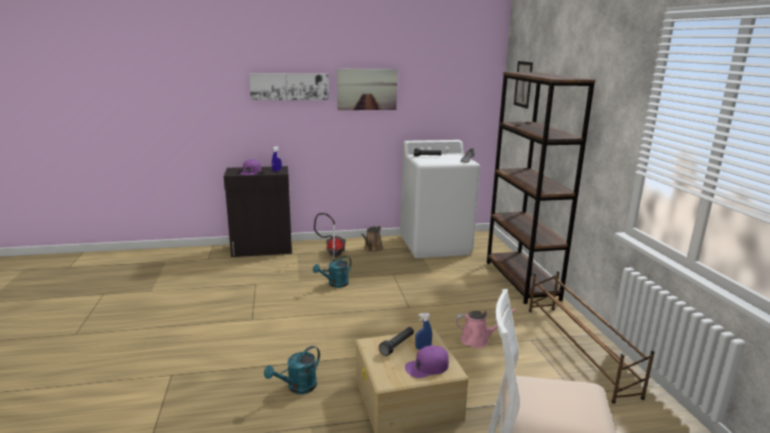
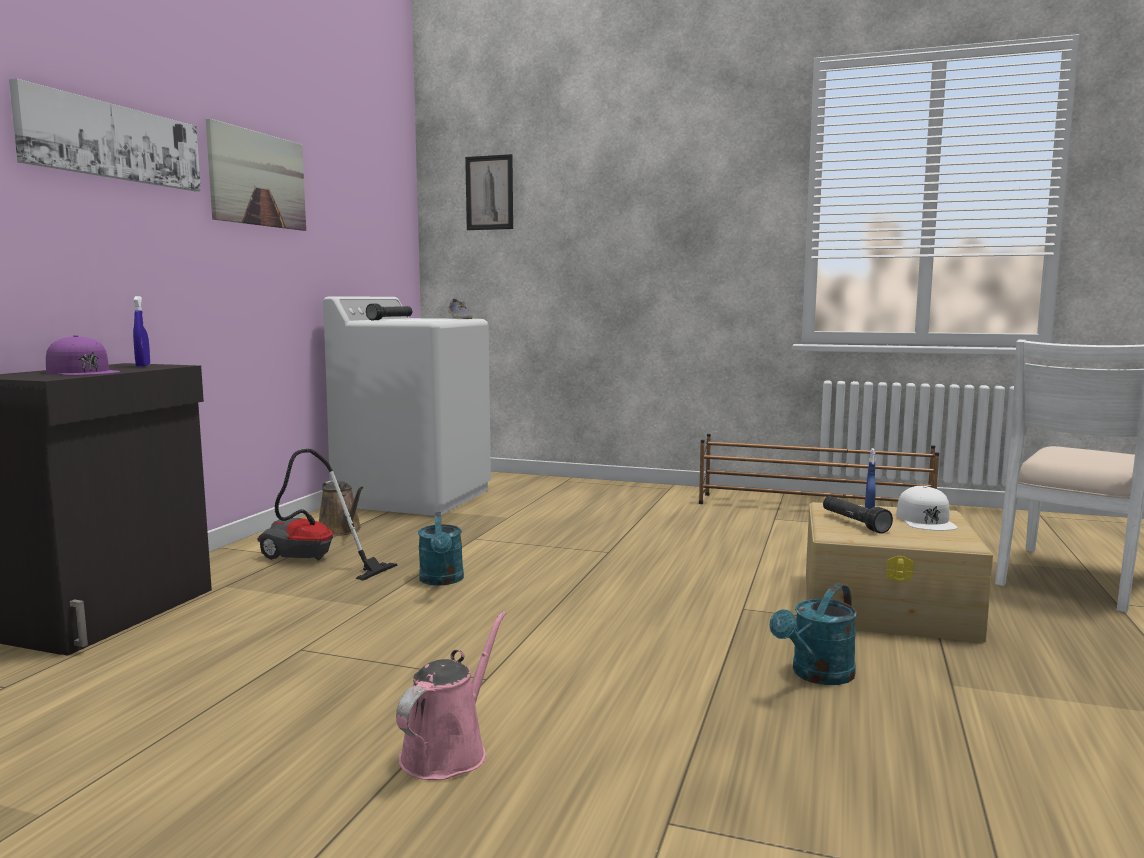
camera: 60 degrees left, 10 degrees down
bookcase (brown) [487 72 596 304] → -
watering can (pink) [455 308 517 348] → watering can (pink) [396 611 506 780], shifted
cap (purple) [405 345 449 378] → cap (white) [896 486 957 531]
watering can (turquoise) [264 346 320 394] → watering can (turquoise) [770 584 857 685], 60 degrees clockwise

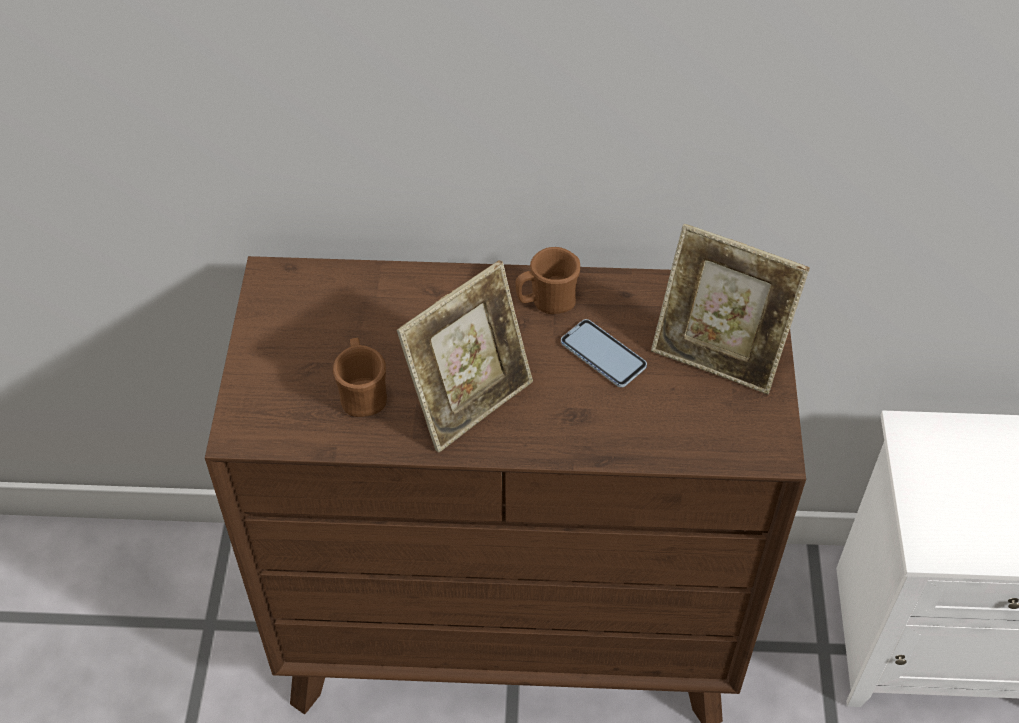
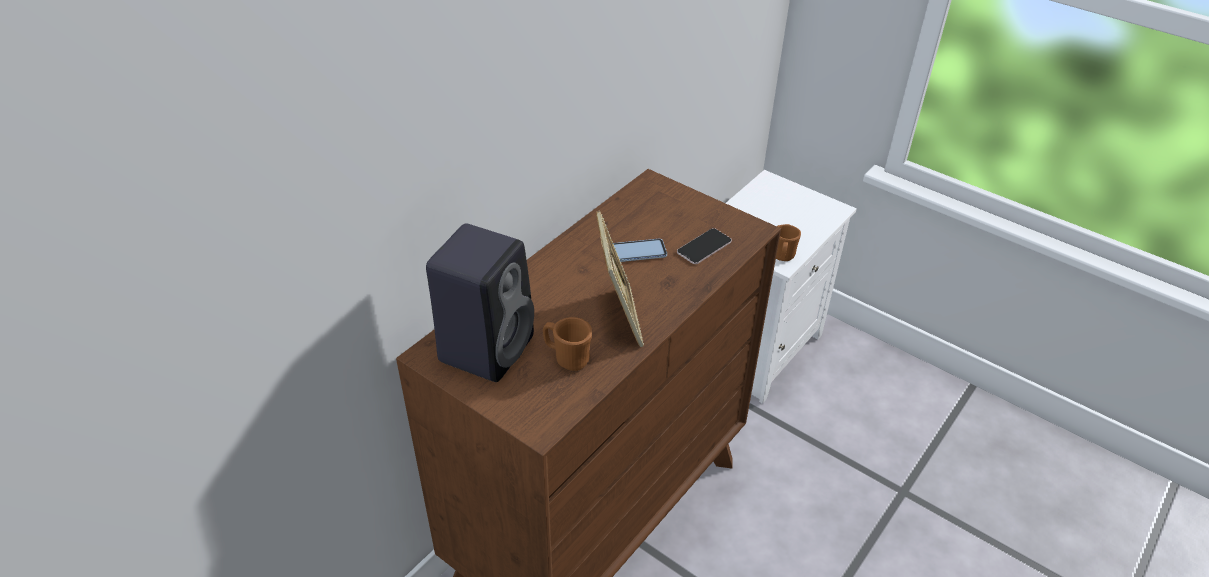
camera: 55 degrees left, 10 degrees down
picture frame [651 224 810 394] → -
- → speaker (black) [426 224 534 382]
- → phone [677 228 732 264]
mug (brown) [515 247 580 314] → mug (brown) [776 224 801 261], shifted

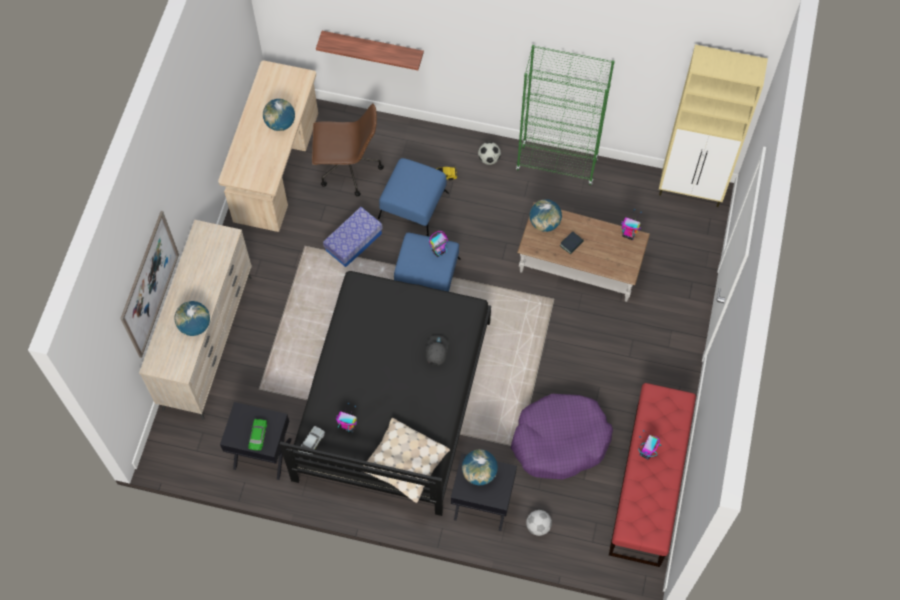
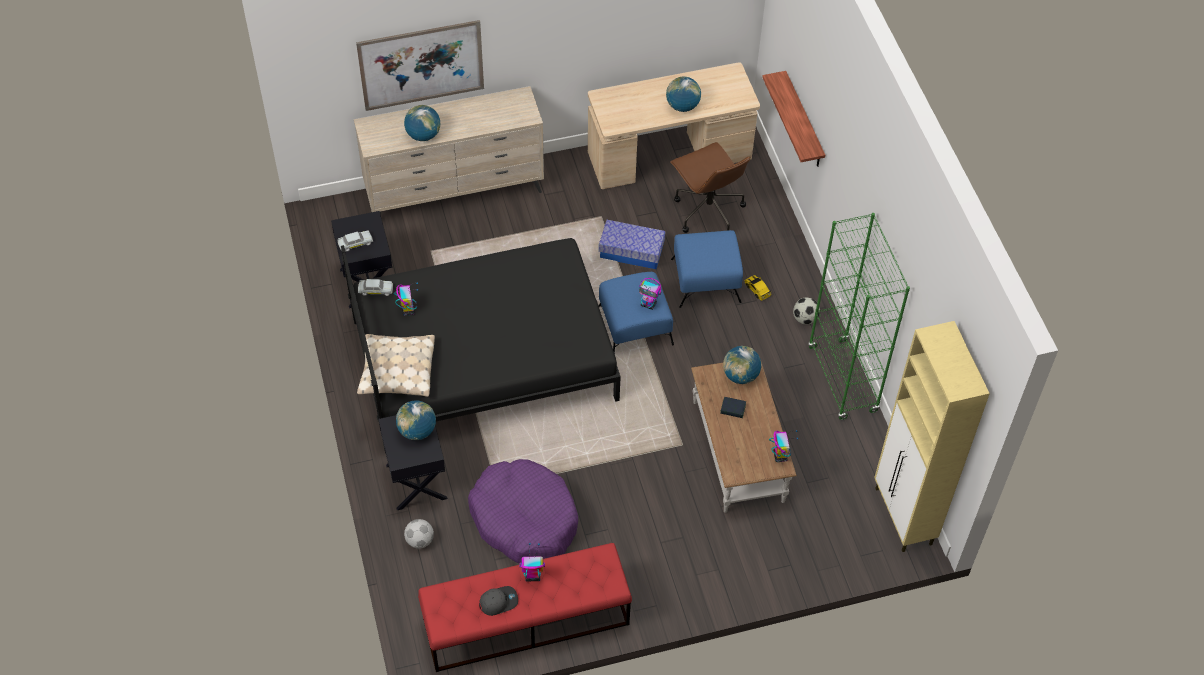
camera: 60 degrees right, 10 degrees down
cap (grey) [426 335 448 366] → cap (grey) [479 586 518 616], shifted
toy car (green) [248 419 267 451] → toy car (white) [338 230 373 252]

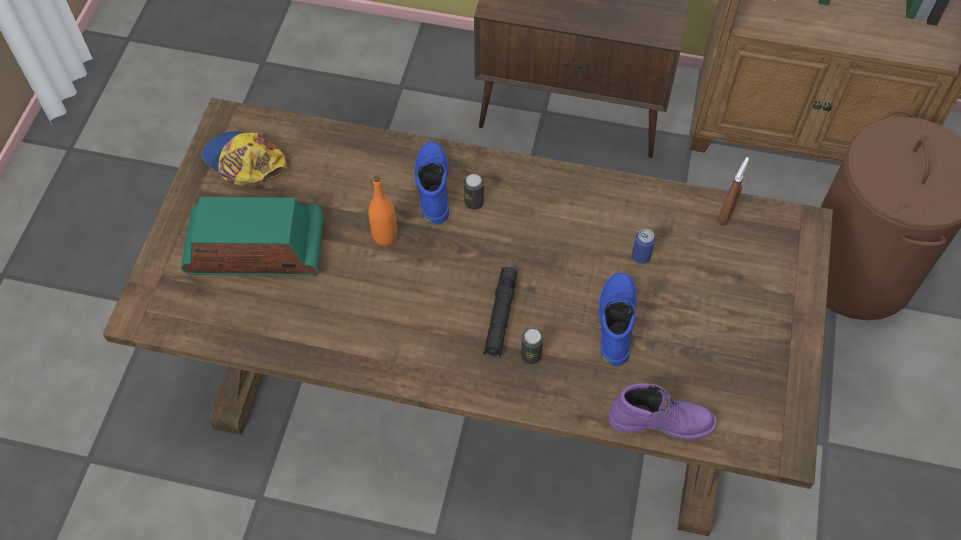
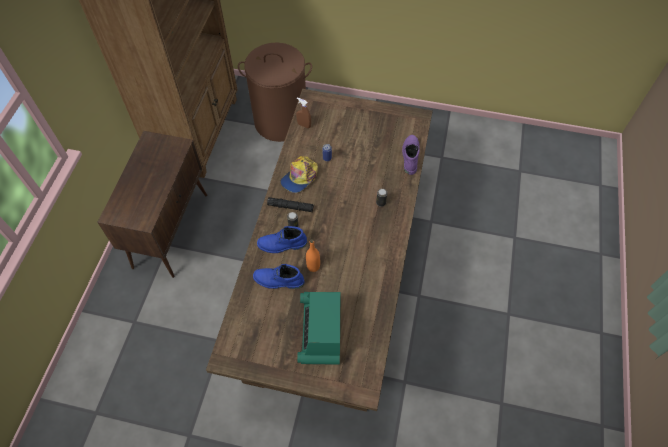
camera: 90 degrees left, 0 degrees up
cap [202 131 287 185] → cap [280 156 318 193], shifted
flashlight (black) [484 267 518 357] → flashlight (black) [267 197 314 212], shifted
boot (blue) [599 273 637 366] → boot (blue) [253 264 304 289], shifted

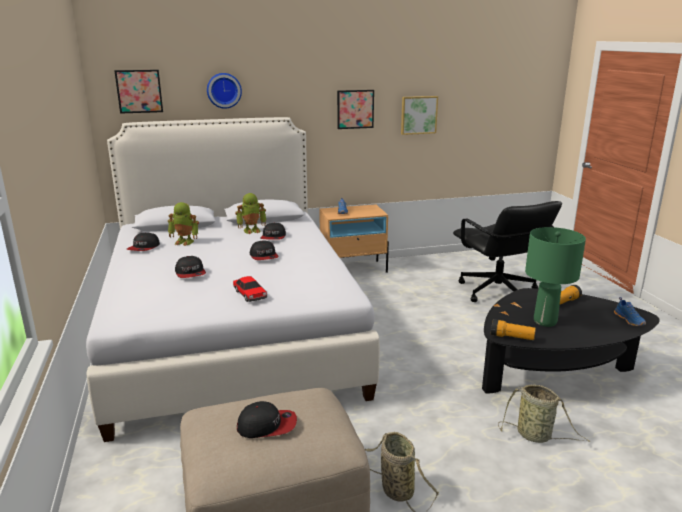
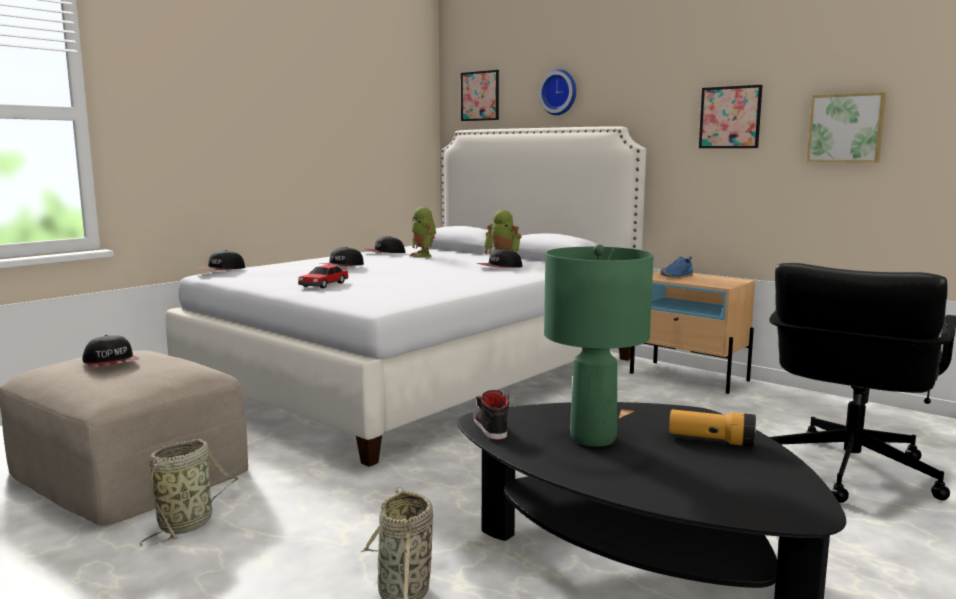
camera: 55 degrees right, 10 degrees down
shoe (blue) [614 297 646 326] → -
cap [250 241 279 260] → cap [197 250 245 270], shifted
flashlight [491 319 536 340] → shoe (black) [474 390 509 440]

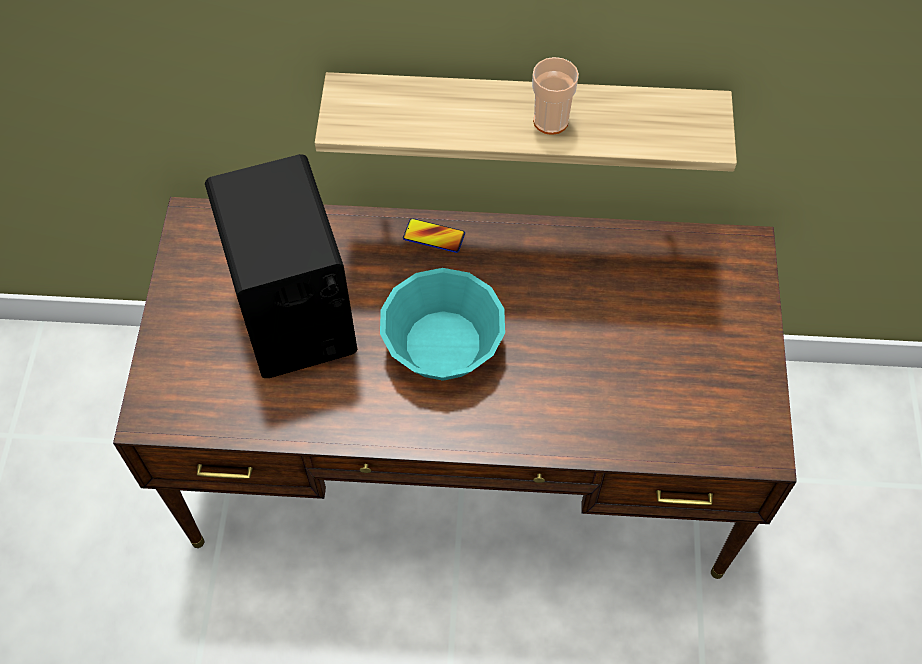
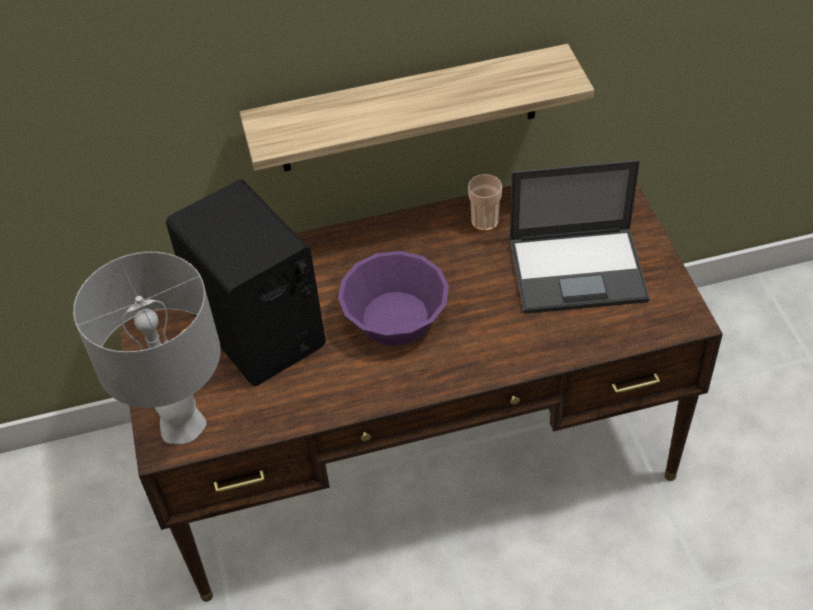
camera: 15 degrees left, 10 degrees down
phone [403 218 465 253] → -
- → table lamp (grey) [73 252 221 444]
- → laptop [509 160 650 314]
cup [532 57 579 135] → cup [468 174 502 232], shifted
bowl (turquoise) [380 268 505 381] → bowl (purple) [338 251 449 346]

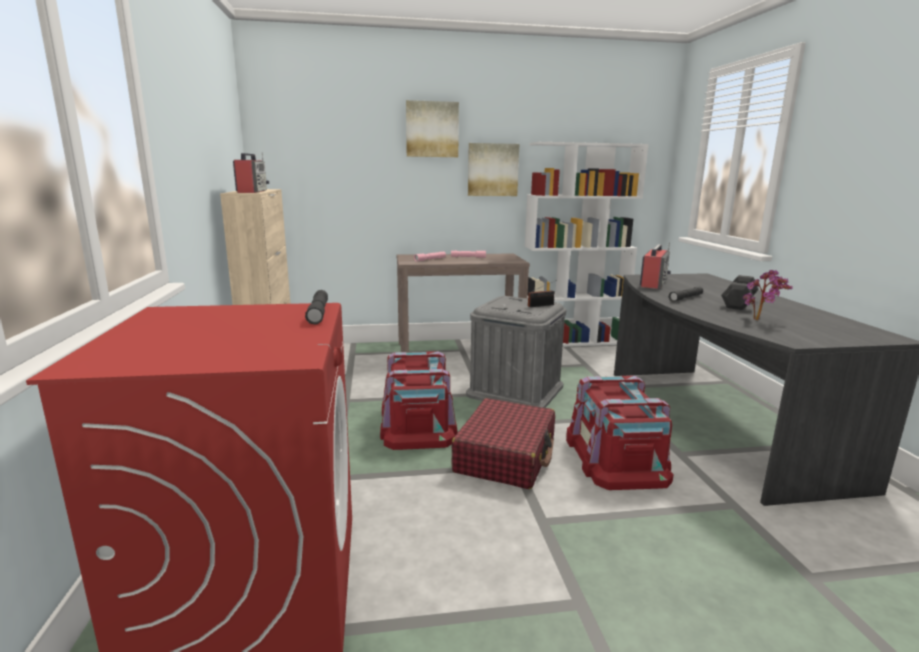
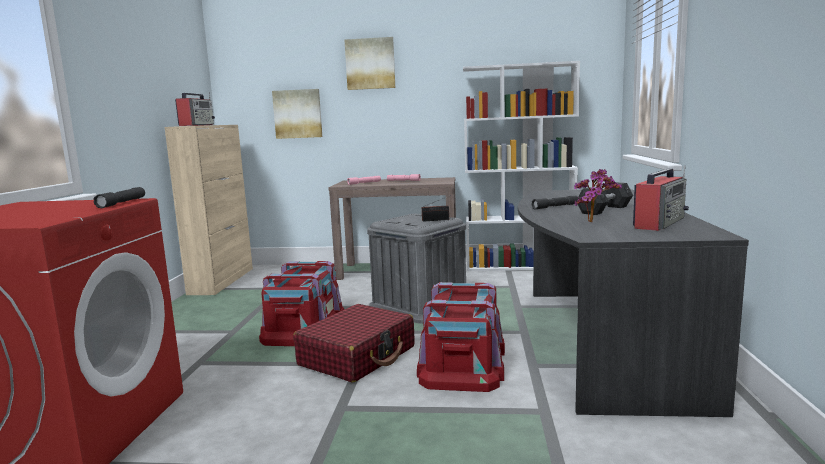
camera: 15 degrees right, 5 degrees down
picture [468 143 519 196] → picture [272 89 322 139], shifted
radio [640 242 671 289] → radio [633 165 689 231], shifted

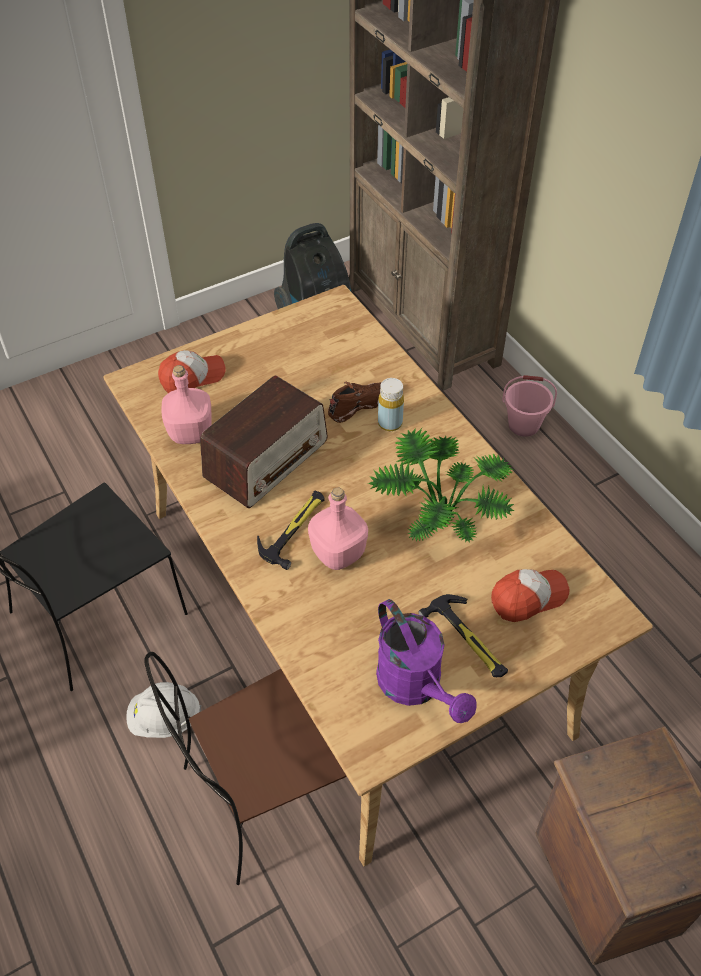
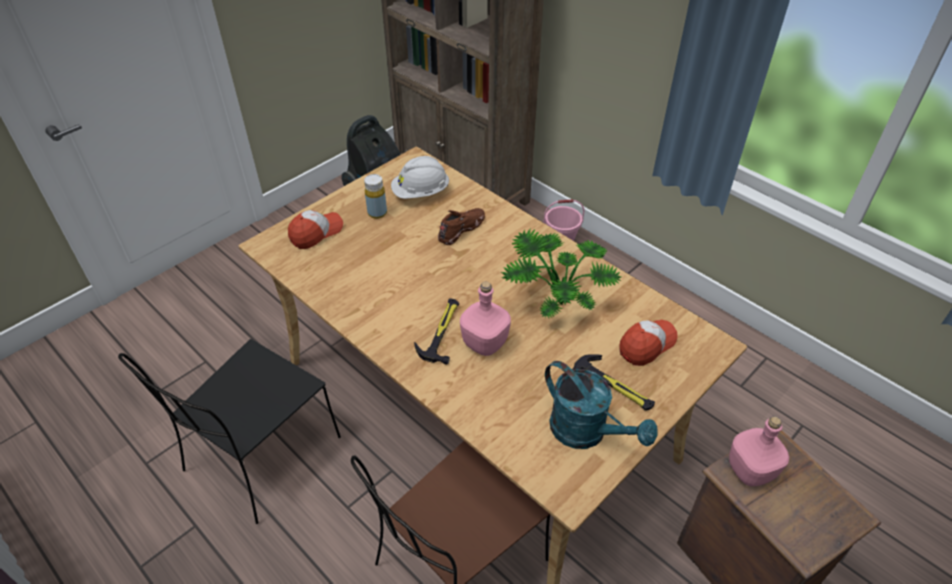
camera: 15 degrees left, 5 degrees down
radio [200 375 328 508] → -
hard hat (white) [126 682 201 738] → hard hat (white) [391 156 449 199], shifted
bottle (pink) [161 365 212 444] → bottle (pink) [729 416 789 486], shifted
bottle (yellow) [378 378 404 431] → bottle (yellow) [364 174 387 219], shifted
watering can (purple) [376 599 477 723] → watering can (turquoise) [545 361 658 449]

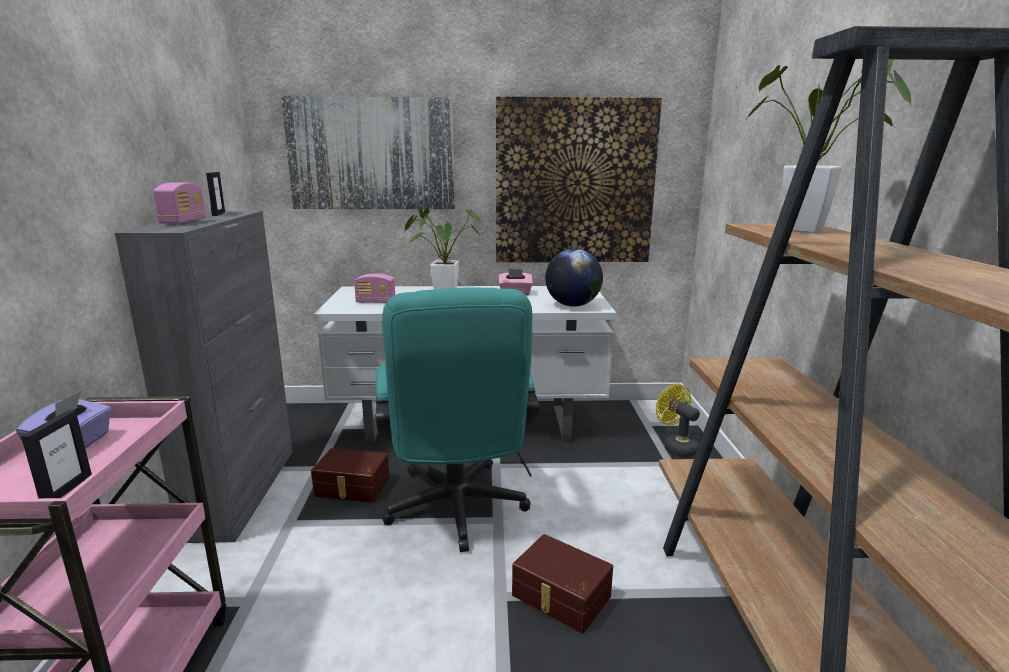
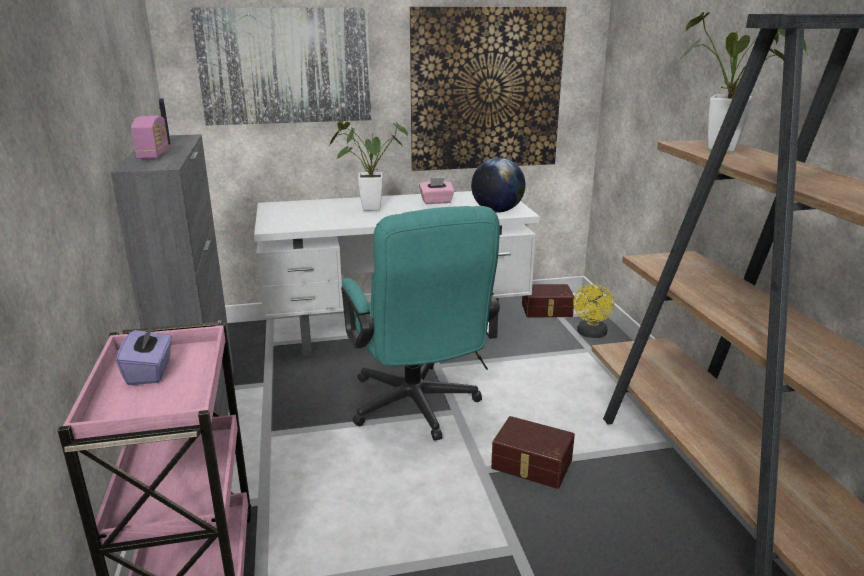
camera: 10 degrees left, 5 degrees up
picture frame [21 410 92 498] → -
radio [354 273 396 303] → -
storage box (brown) [311 448 390 503] → storage box (brown) [522 284 574 317], shifted
fan (yellow) [656 384 700 457] → fan (yellow) [573 284 614 338], 120 degrees counterclockwise

